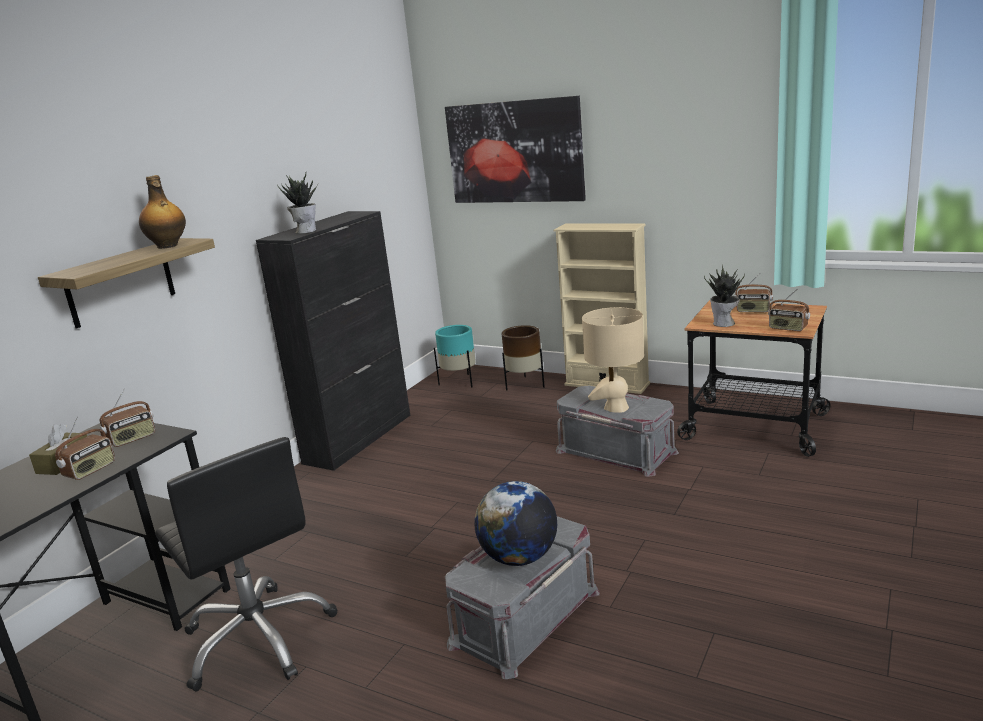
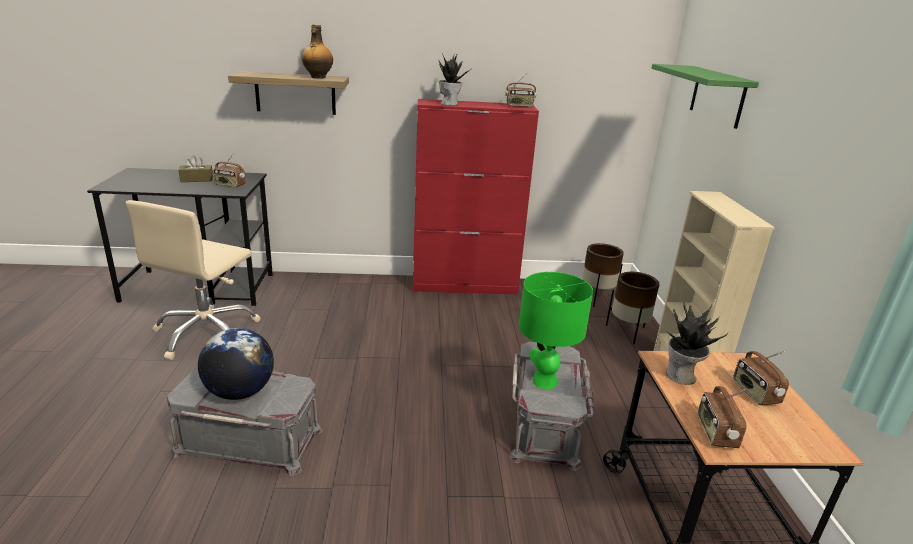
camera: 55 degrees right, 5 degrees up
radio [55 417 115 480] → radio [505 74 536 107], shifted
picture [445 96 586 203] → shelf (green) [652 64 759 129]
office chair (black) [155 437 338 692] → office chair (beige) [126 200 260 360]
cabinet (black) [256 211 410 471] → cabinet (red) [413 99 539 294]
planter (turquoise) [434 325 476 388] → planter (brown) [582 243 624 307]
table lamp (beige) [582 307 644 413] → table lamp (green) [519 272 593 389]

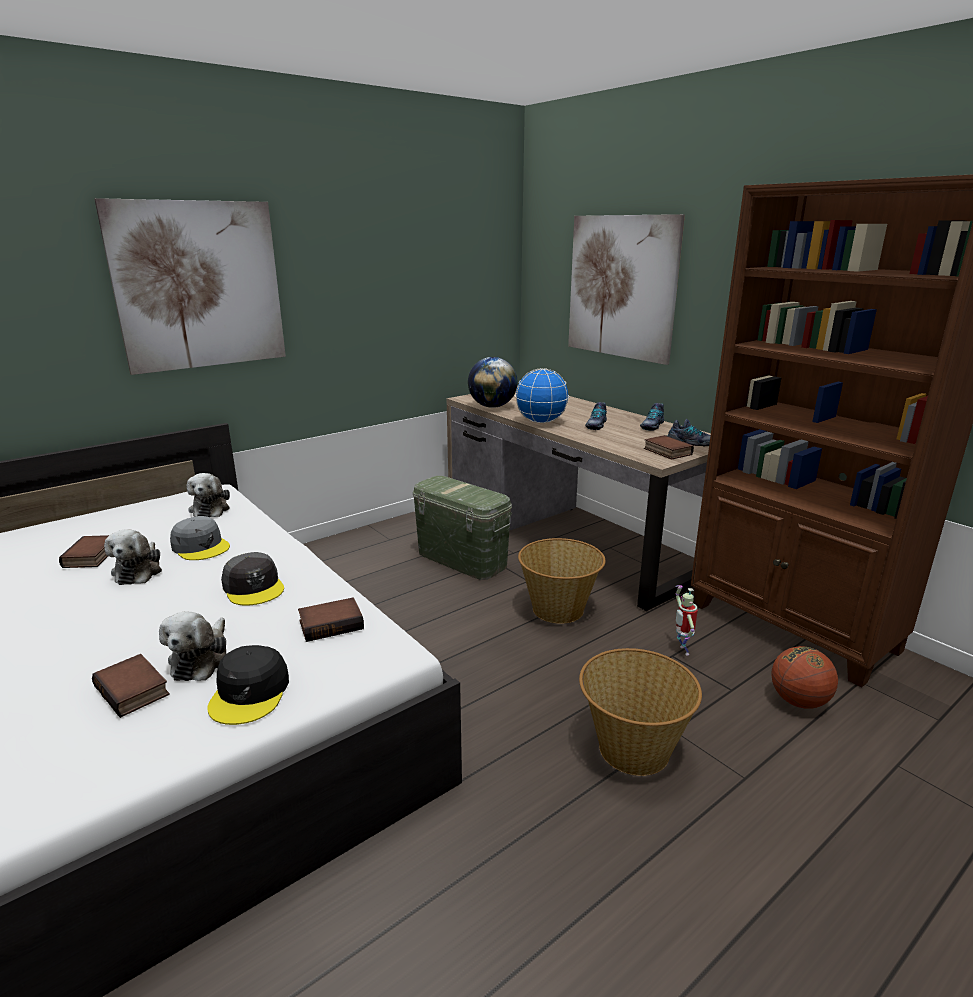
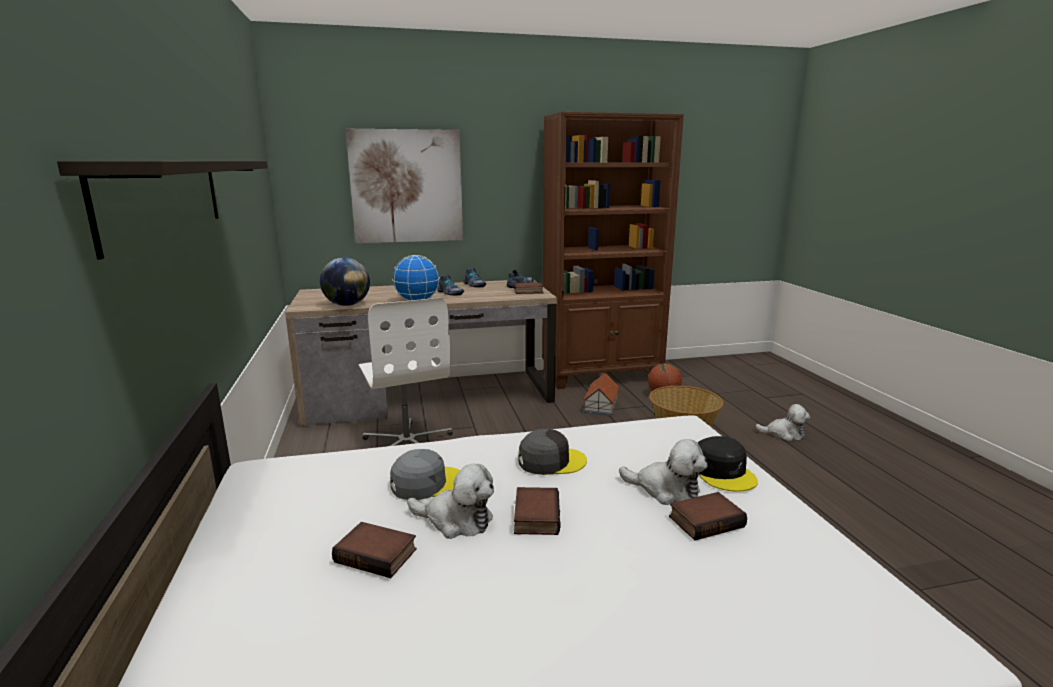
camera: 65 degrees left, 5 degrees down
basket [518 538 606 624] → -
plush toy [187 473 230 517] → plush toy [755 404 810 441], shifted
book [298 597 364 642] → book [514 487 561 535], shifted
picture [94 198 286 375] → shelf [57 161 268 260]
storage box (green) [413 476 512 580] → office chair (white) [358 298 453 446]
toy robot [675 585 698 656] → toy house [583 373 620 416]
cap (black) [207 645 289 725] → cap (black) [698 436 758 491], 45 degrees clockwise

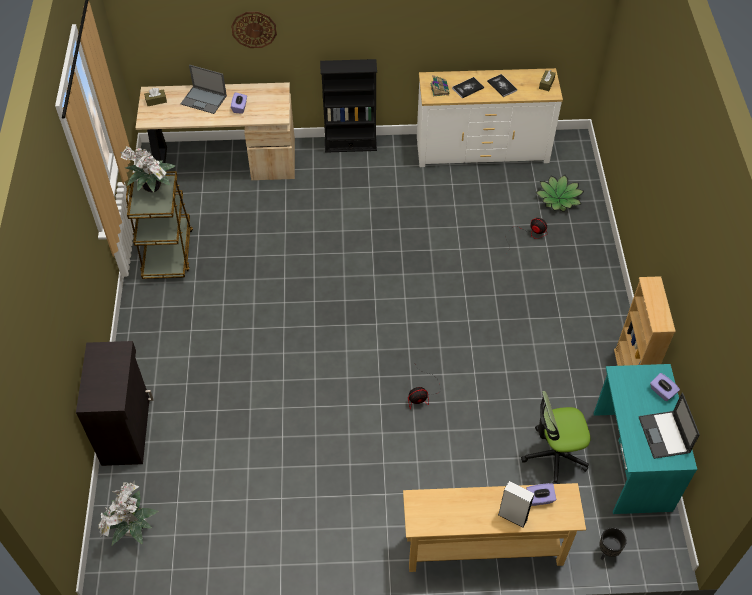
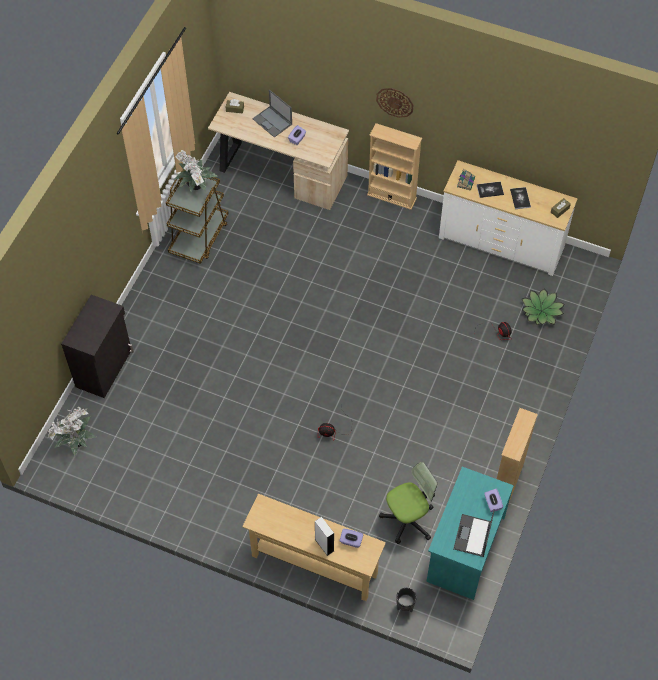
camera: 25 degrees right, 5 degrees up
wall clock [231 12 277 48] → wall clock [376 88 414 118], shifted
bookcase (black) [320 59 377 153] → bookcase (beige) [367 123 422 210]
office chair [521 391 591 484] → office chair [379 462 437 544], 135 degrees clockwise

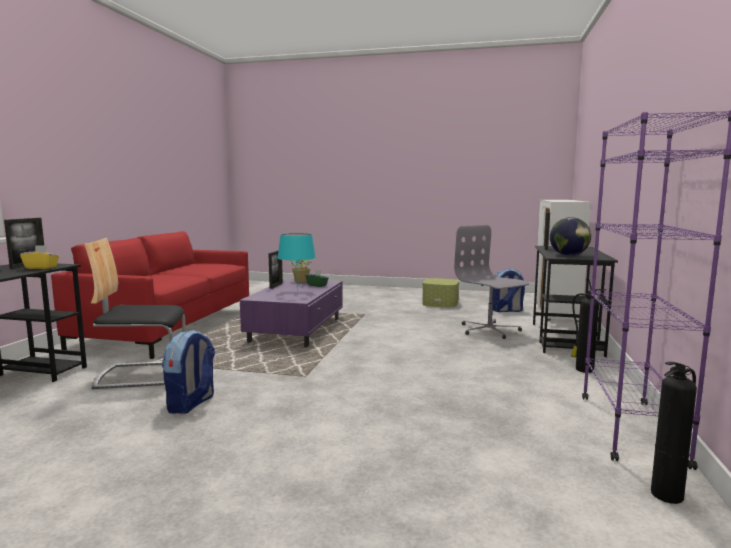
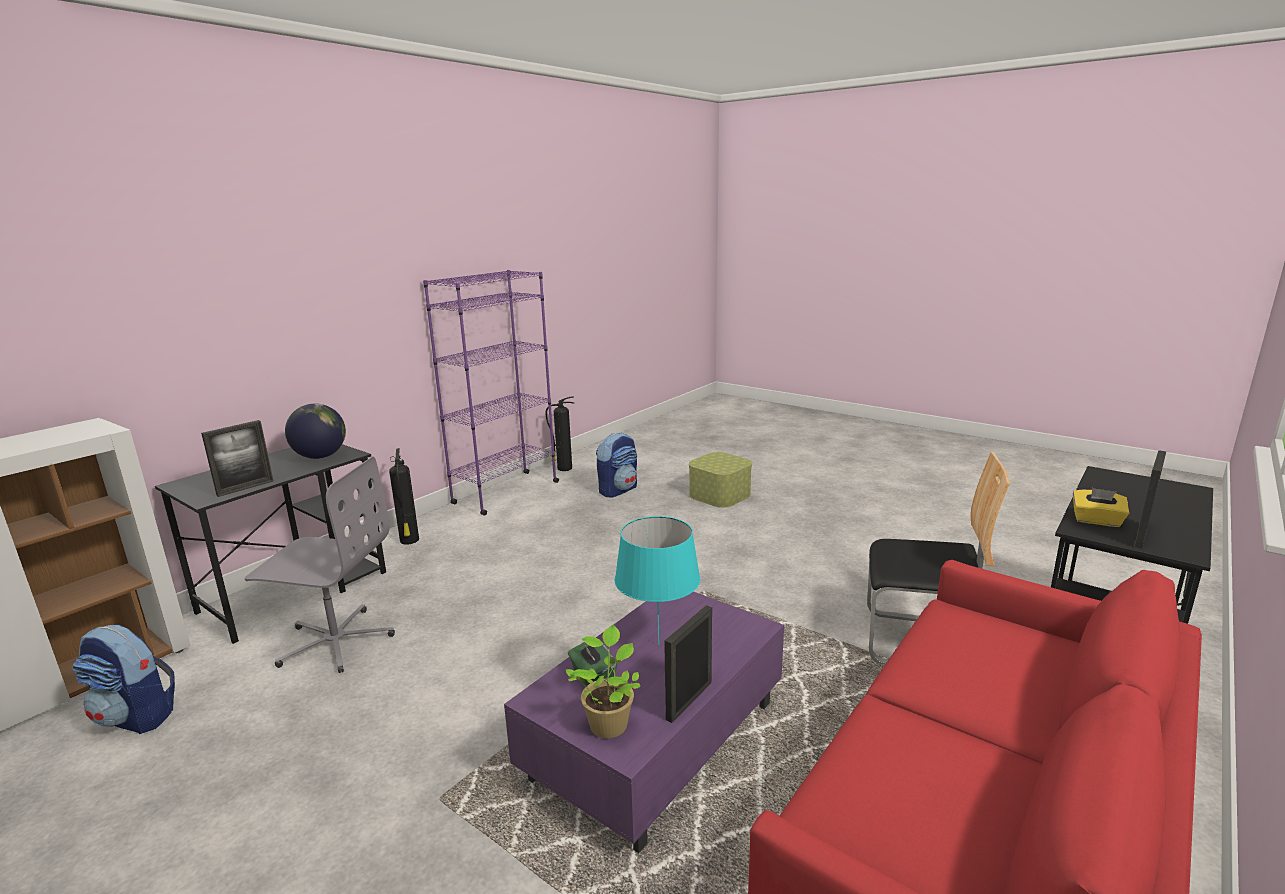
camera: 155 degrees left, 10 degrees up
backpack [162 330 215 414] → backpack [596 432 637 497], shifted
storage box [422 278 459 308] → storage box [689 452 752 508], shifted
office chair (grey) [454 225 529 339] → office chair (grey) [244 456 395 673], 75 degrees counterclockwise

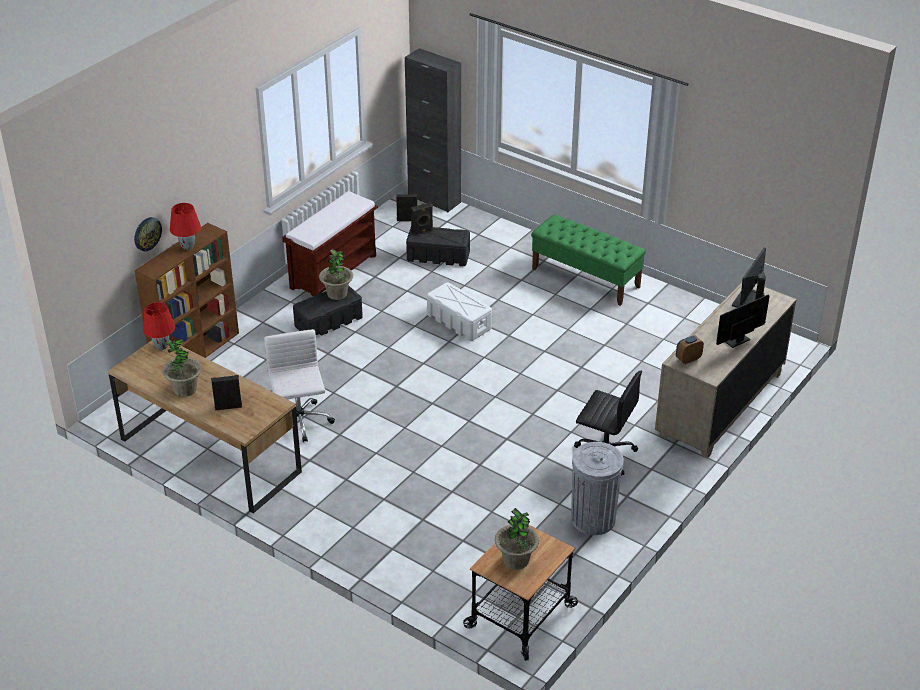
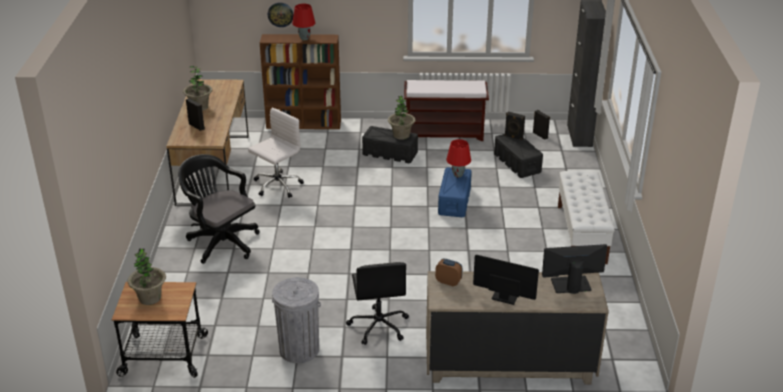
camera: 55 degrees right, 5 degrees down
- → office chair (black) [178 154 260 264]
table lamp (red) [143 302 175 350] → table lamp (red) [446 139 471 178], shifted
storage box (white) [427 282 492 341] → storage box (blue) [438 167 472 217]
bench (green) [531 214 646 306] → bench (white) [558 171 615 264]

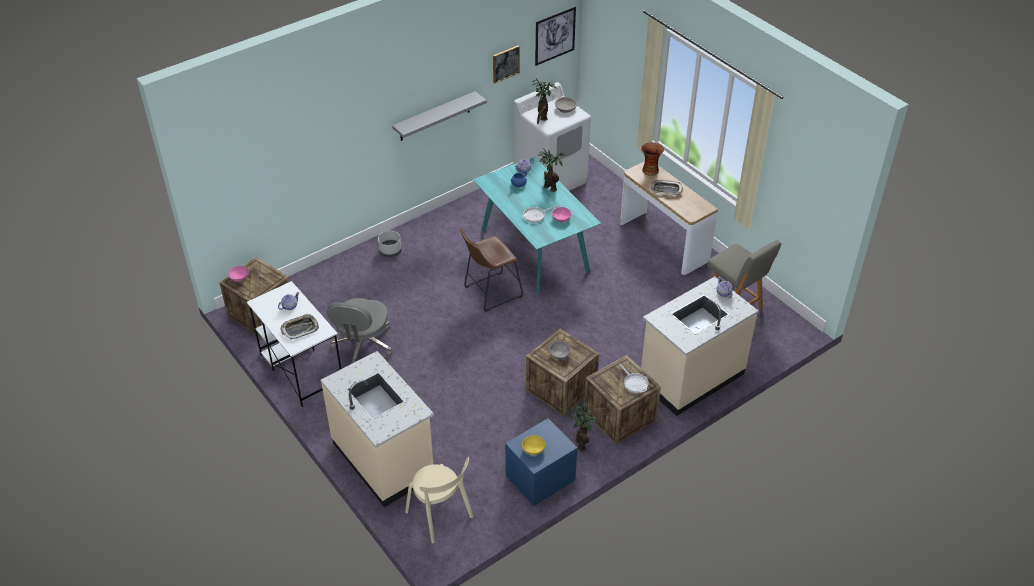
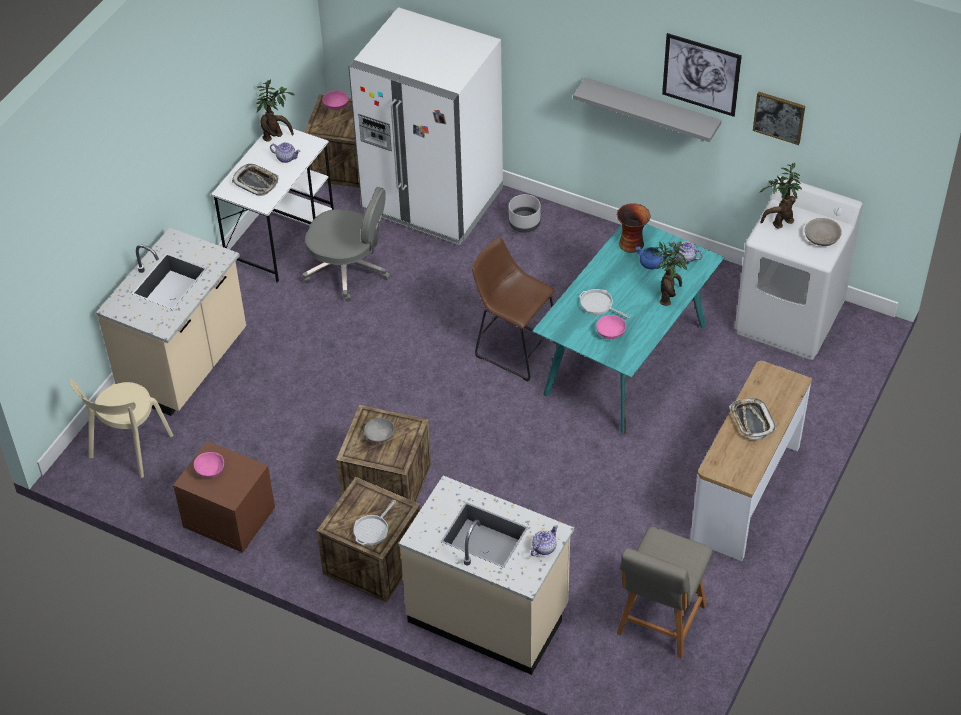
camera: 65 degrees right, 5 degrees up
- → fridge (white) [348 7 503 245]
picture [535 7 576 66] → picture [662 33 742 117], shifted
potted plant [567 403 599 452] → potted plant [256 79 295 141], shifted
vase [641 142 664 176] → vase [617 203 650 253], shifted
nightstand (blue) [505 418 577 506] → nightstand (brown) [173 441 275 553]
bowl (yellow) [522 435 546 455] → bowl (pink) [194 452 224 478]
office chair (grey) [327 298 393 363] → office chair (grey) [303 187 390 302], 150 degrees counterclockwise

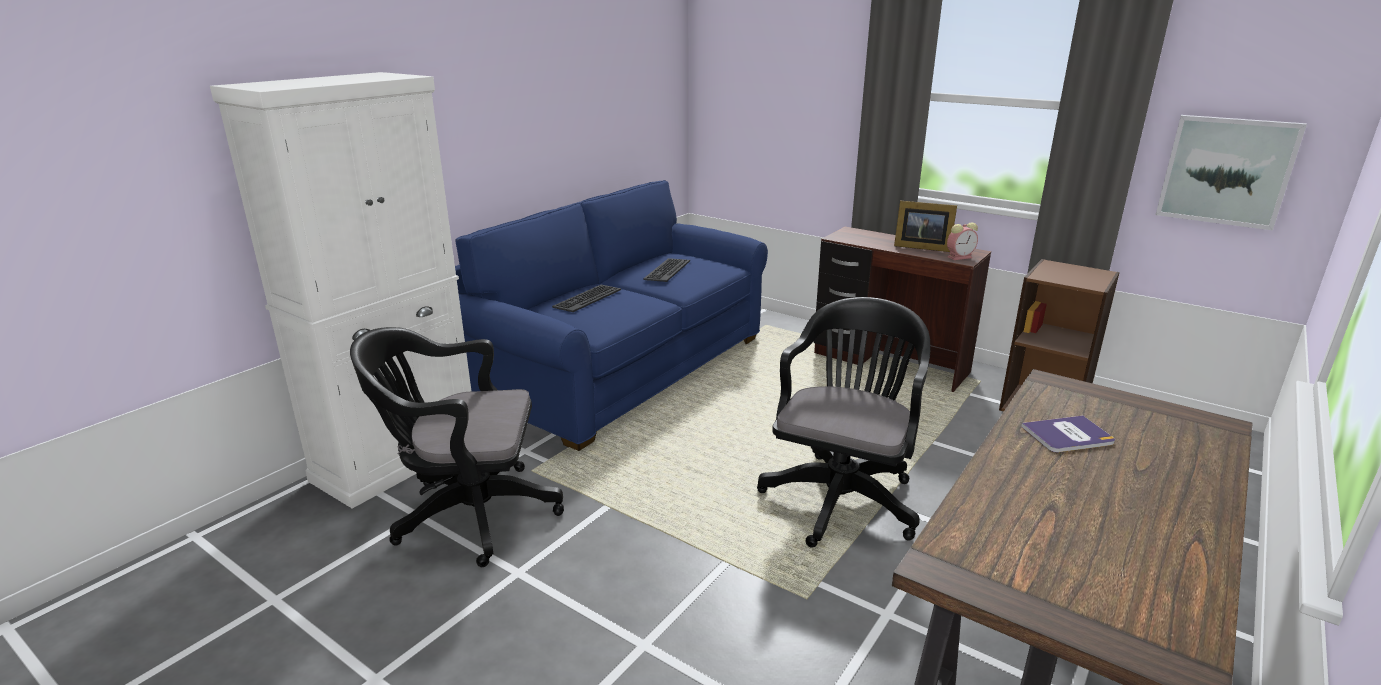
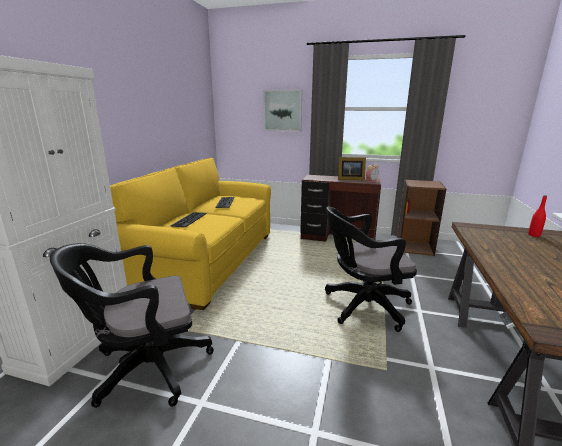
camera: 20 degrees left, 5 degrees down
book [1021 416 1115 452] → -
- → bottle (red) [528 195 547 237]
picture [1156 115 1307 230] → picture [263 90 302 132], shifted
sofa (blue) [455 180 768 451] → sofa (yellow) [110 158 271 310]
office chair (black) [757 297 930 548] → office chair (black) [325 207 417 332], 105 degrees counterclockwise

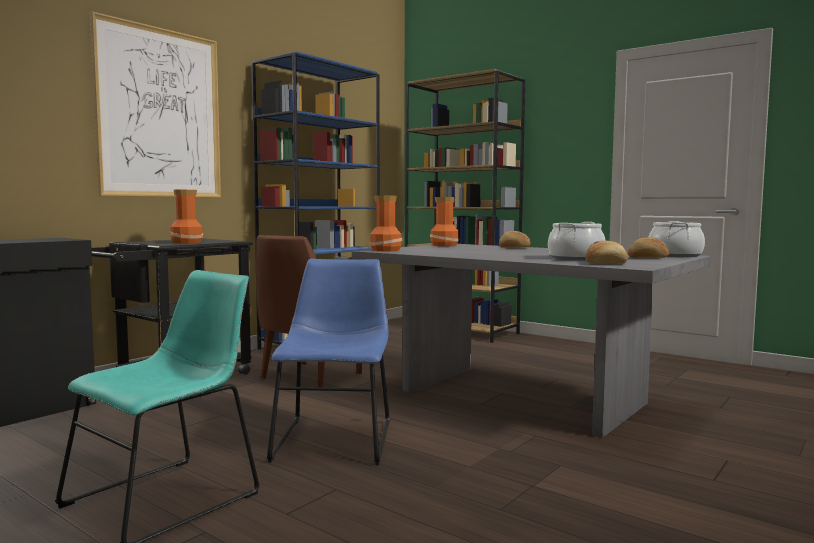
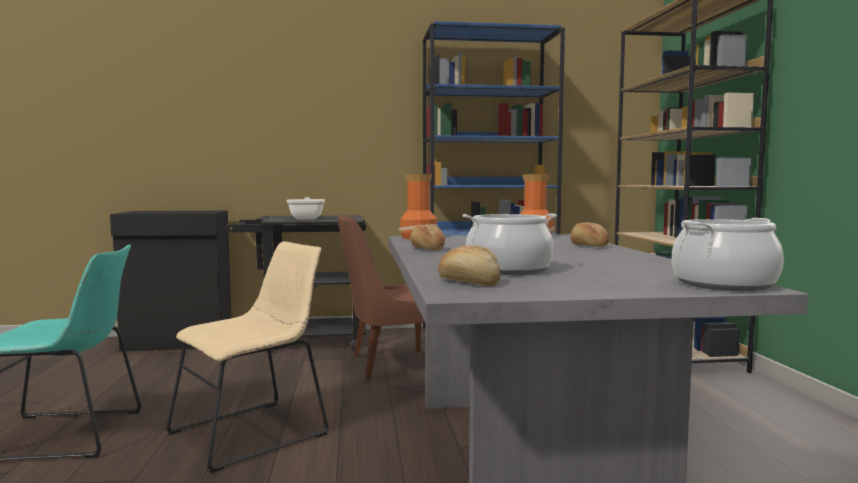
camera: 45 degrees right, 0 degrees up
picture [90 11 221 197] → -
bread [628 237 669 258] → bread [410 224 445 250], shifted
vase [170 190 203 243] → frying pan [287 197 325 220]
chair (blue) [267 259 390 465] → chair (beige) [165 241 329 473]

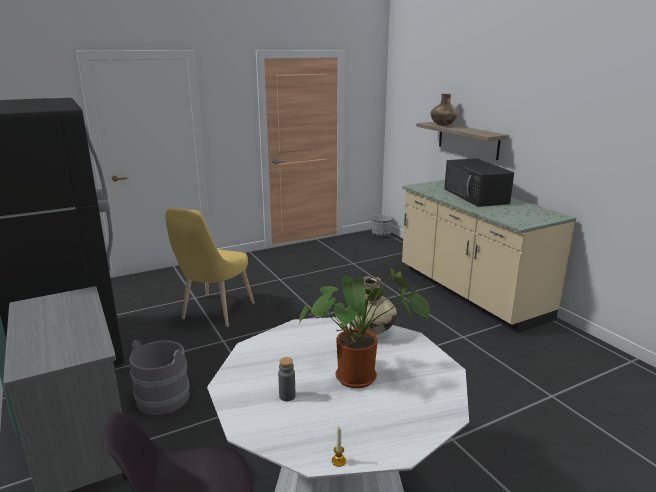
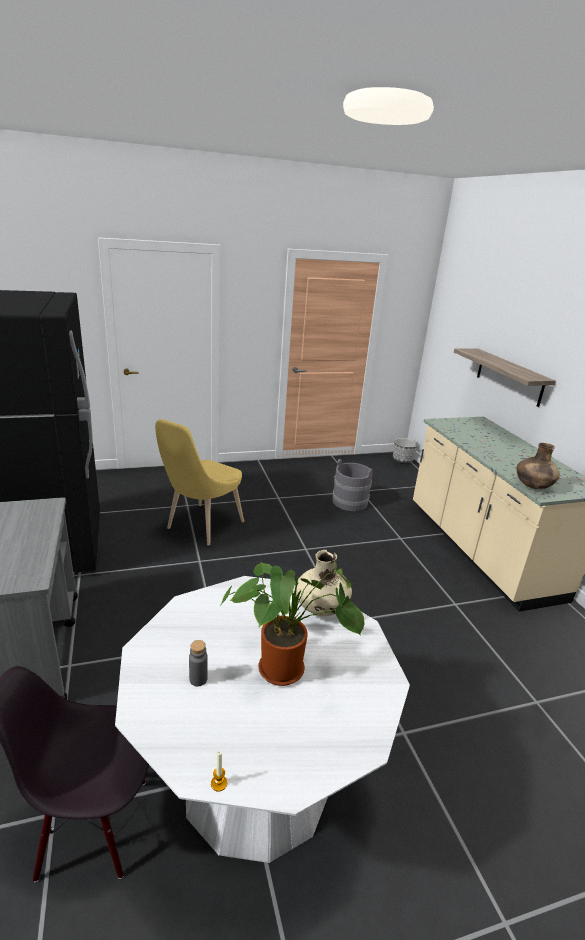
camera: 10 degrees right, 5 degrees up
microwave (black) [444 158 514 207] → -
bucket (grey) [129 340 190 415] → bucket (grey) [332 459 373 511], shifted
vase (brown) [431 94 458 126] → vase (brown) [516 443 560 489], shifted

